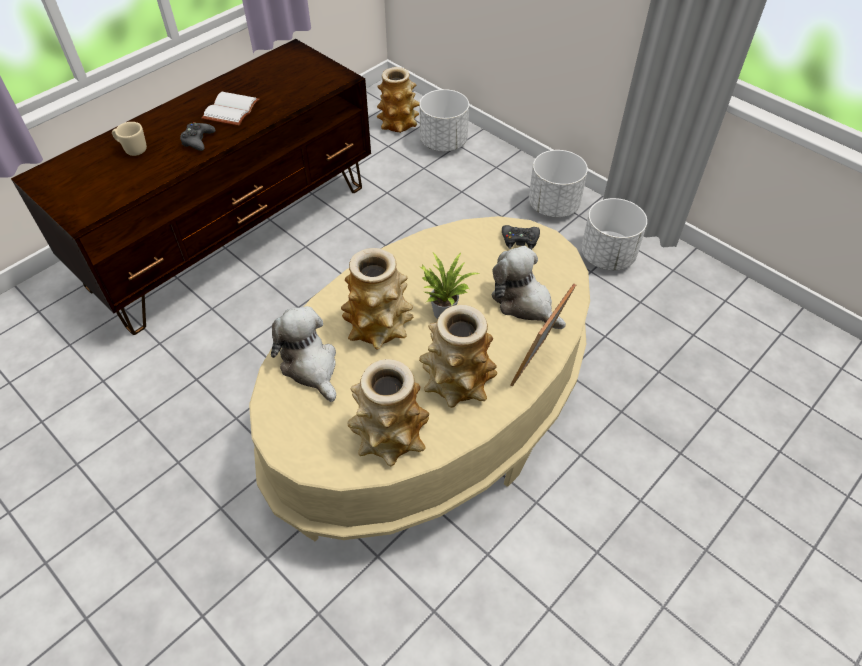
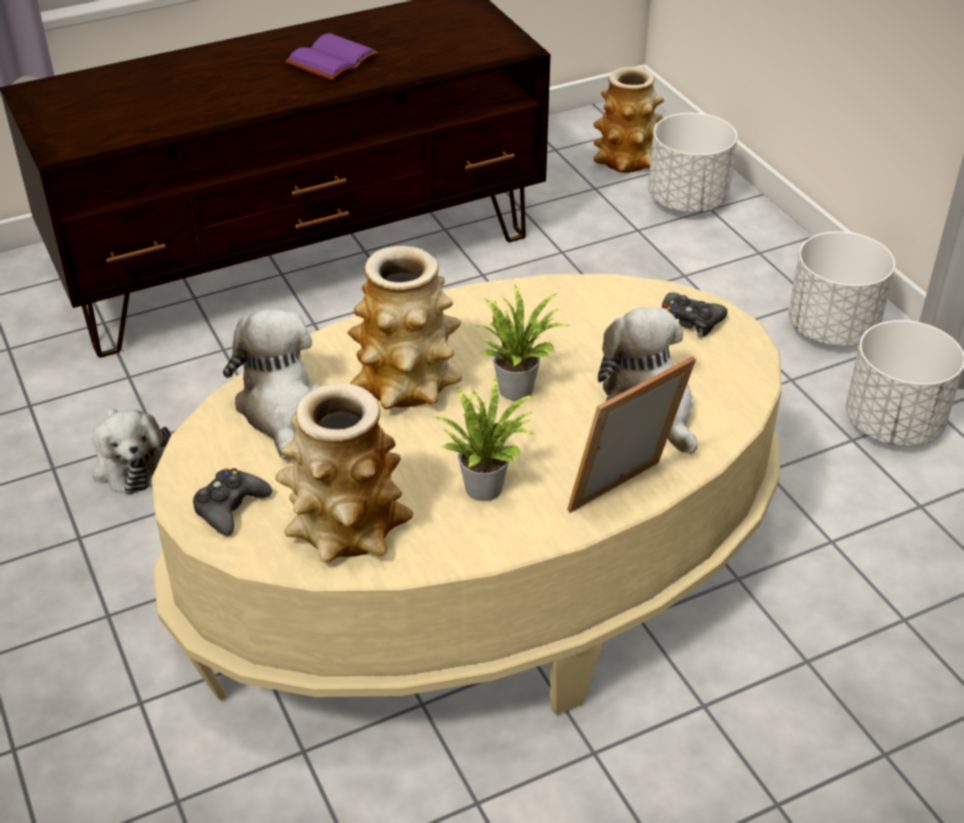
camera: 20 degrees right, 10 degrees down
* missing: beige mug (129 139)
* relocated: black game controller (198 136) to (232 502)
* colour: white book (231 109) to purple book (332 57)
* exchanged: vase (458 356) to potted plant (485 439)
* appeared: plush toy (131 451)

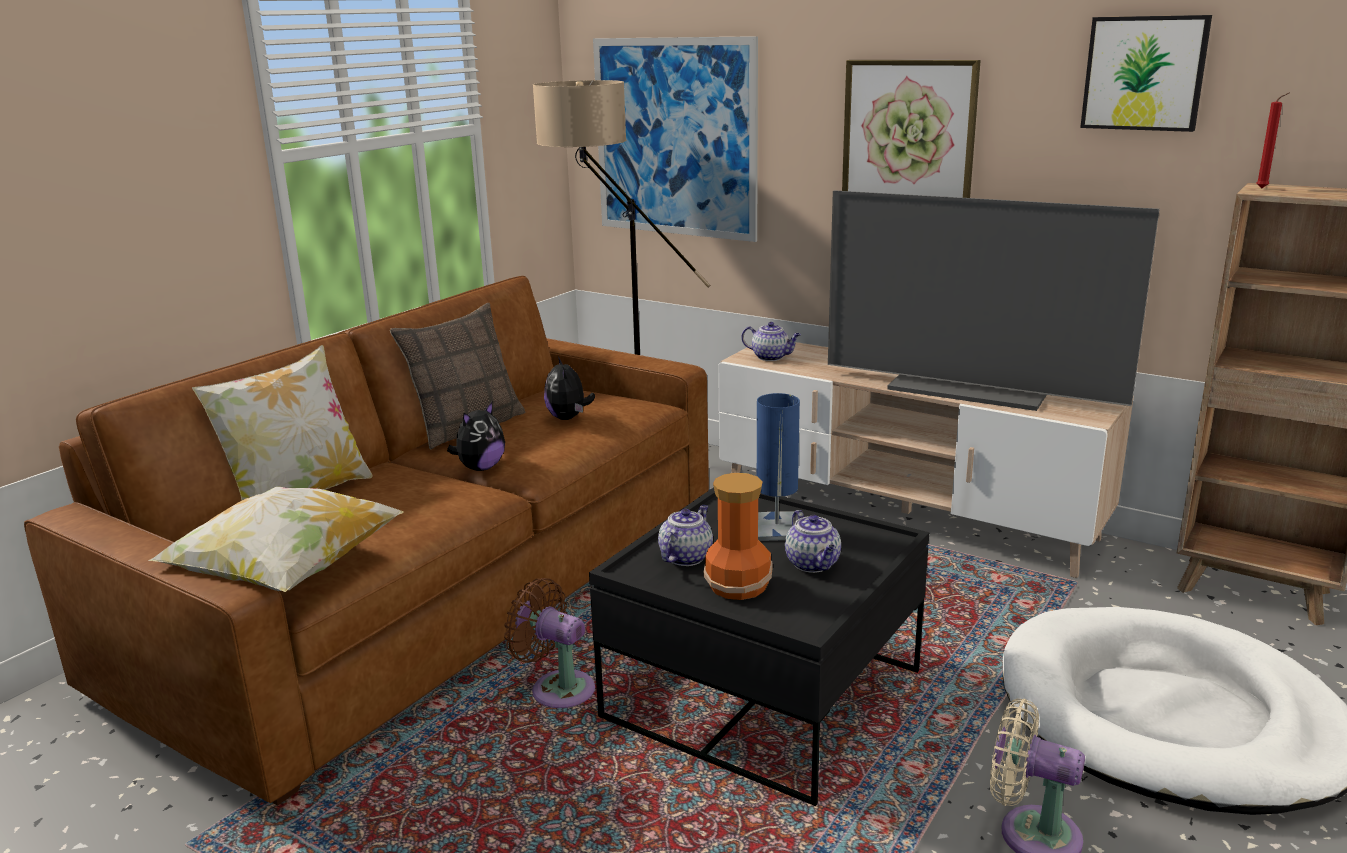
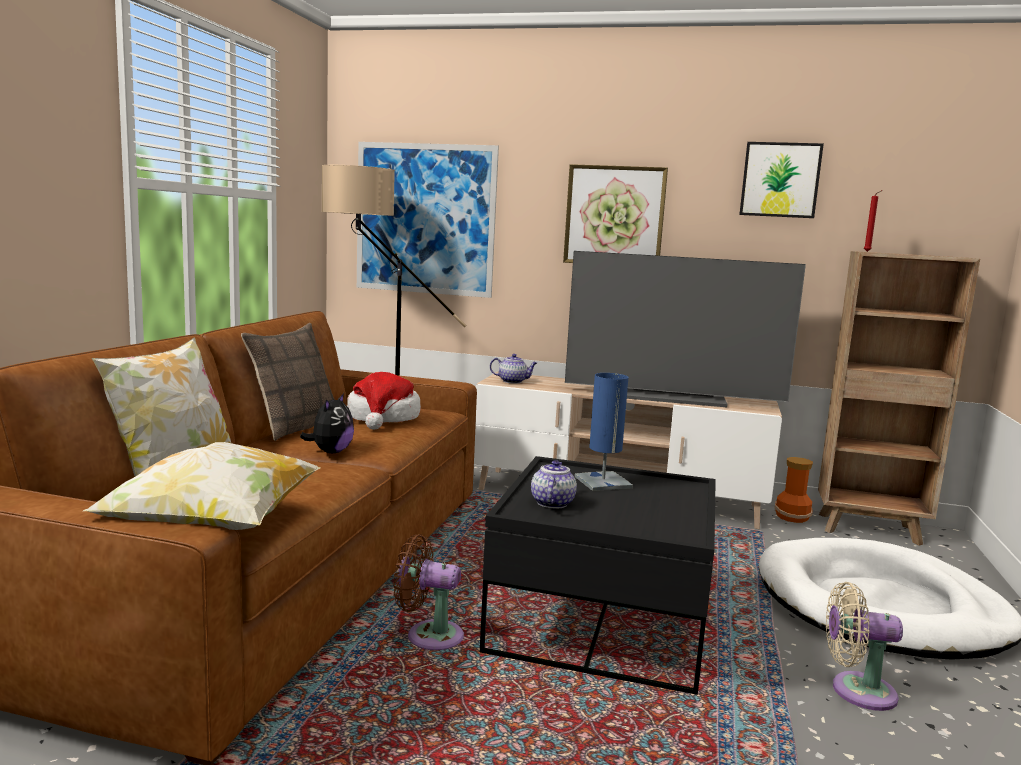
camera: 20 degrees left, 10 degrees down
* exchanged: plush toy (569 388) to hat (384 401)
* relocated: vase (738 536) to (794 490)
* missing: teapot (813 541)

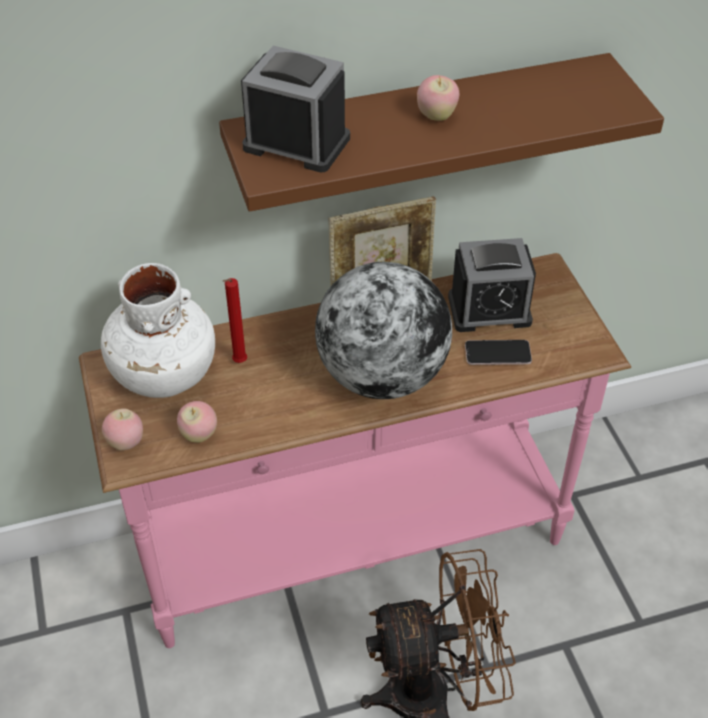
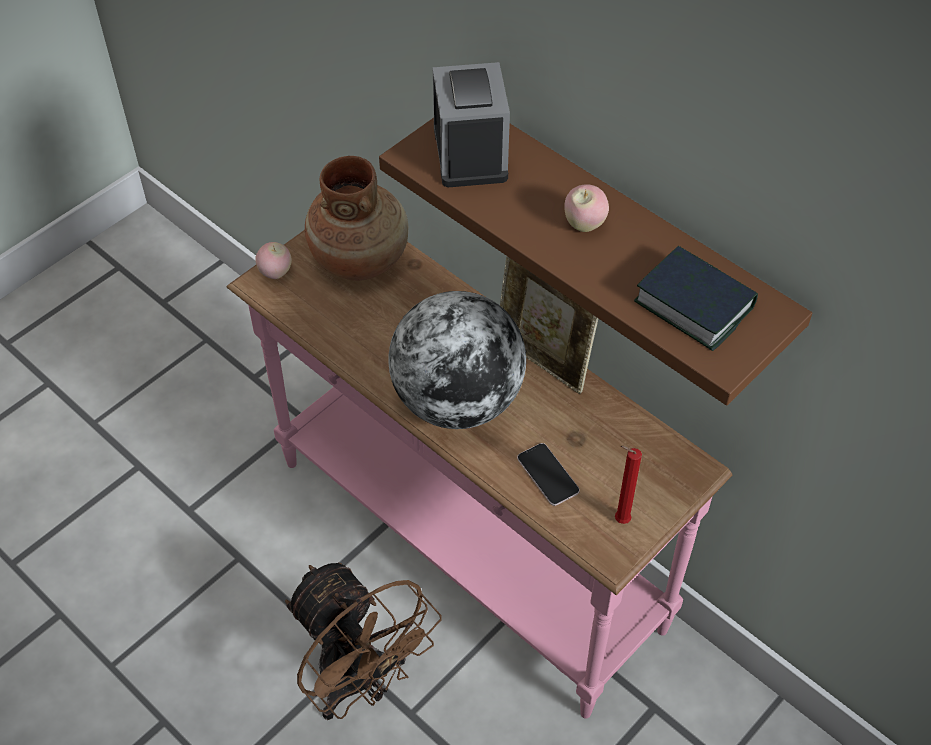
camera: 60 degrees right, 5 degrees up
* colour: white vase (158 330) to brown vase (356 218)
* missing: apple (197 422)
* relocated: red candle (235 320) to (628 485)
* missing: alarm clock (492 285)
* appeared: book (696 298)

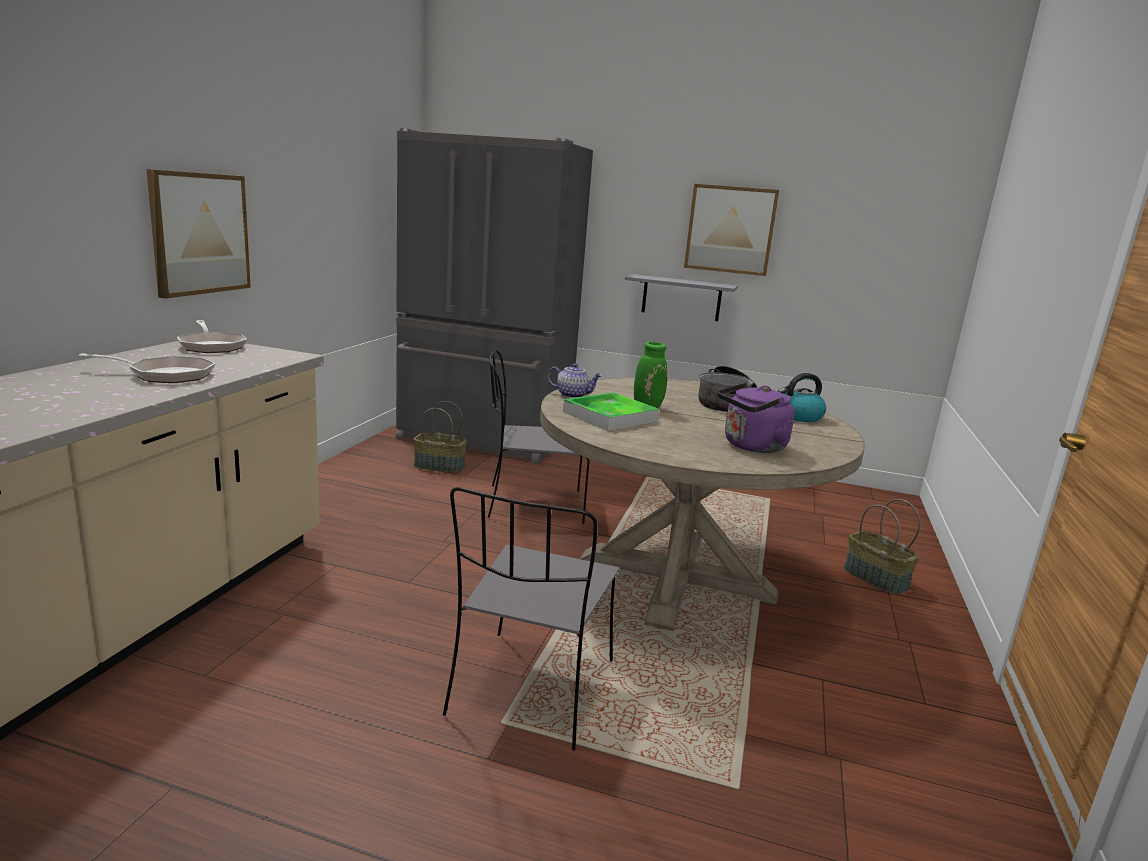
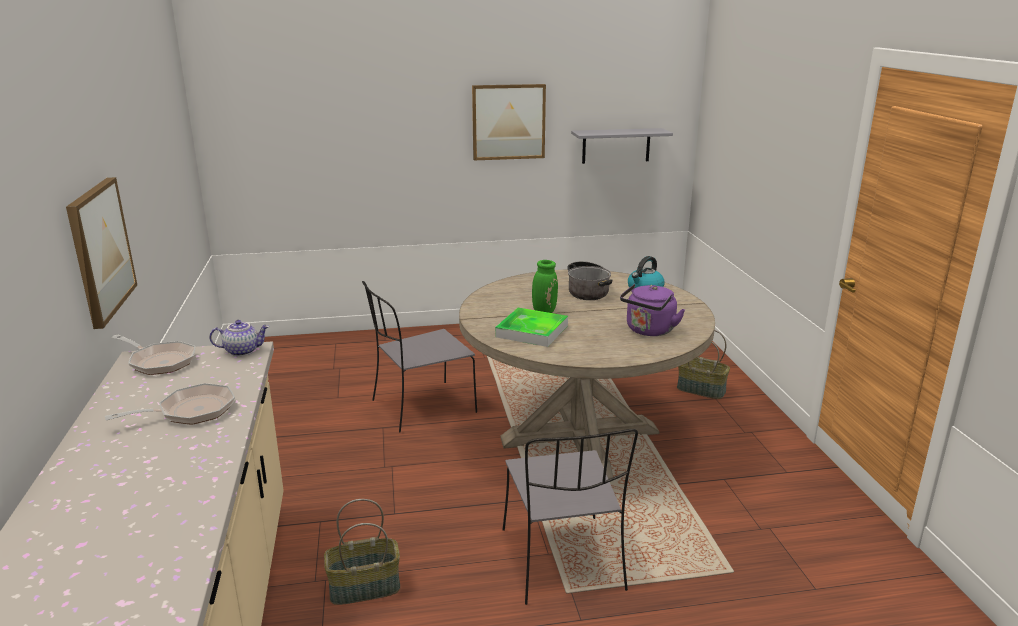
camera: 25 degrees left, 5 degrees up
* missing: grey fridge (494 296)
* relocated: basket (440 437) to (362 552)
* relocated: teapot (574 380) to (239 338)
* relocated: grey shelf (681 297) to (622 146)

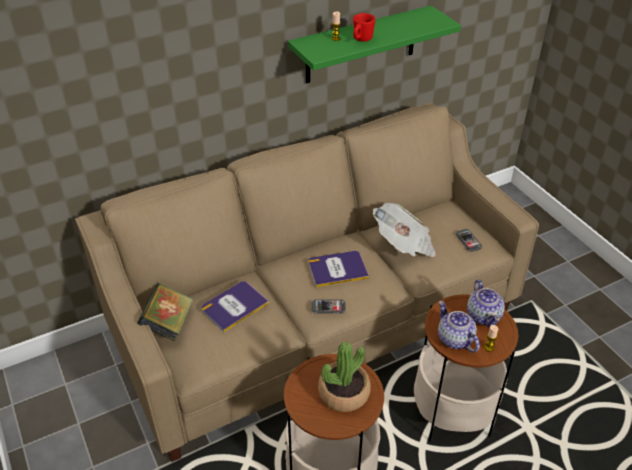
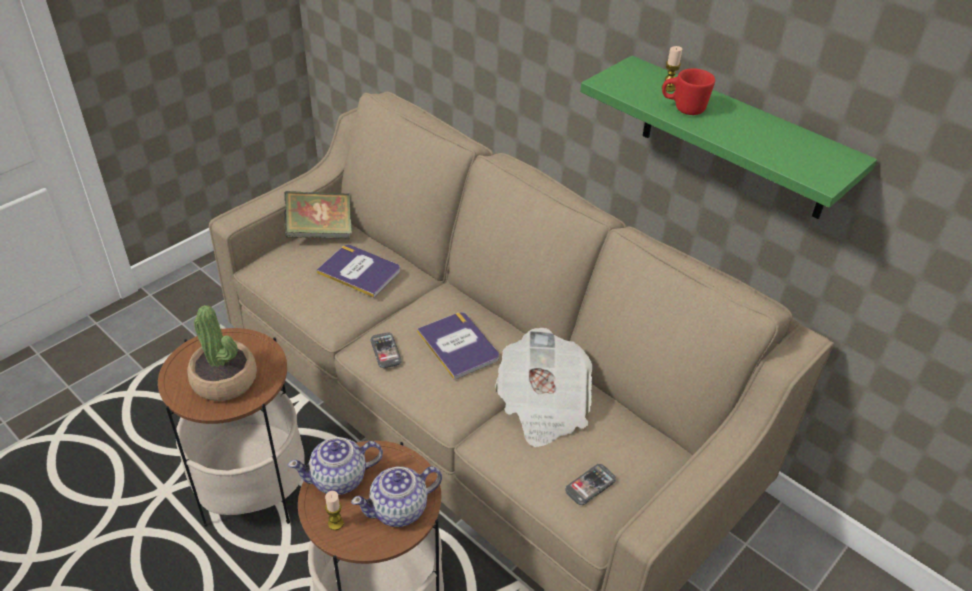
camera: 70 degrees right, 0 degrees up
* spun: teapot (459 326) = (335 466) 150 degrees counterclockwise

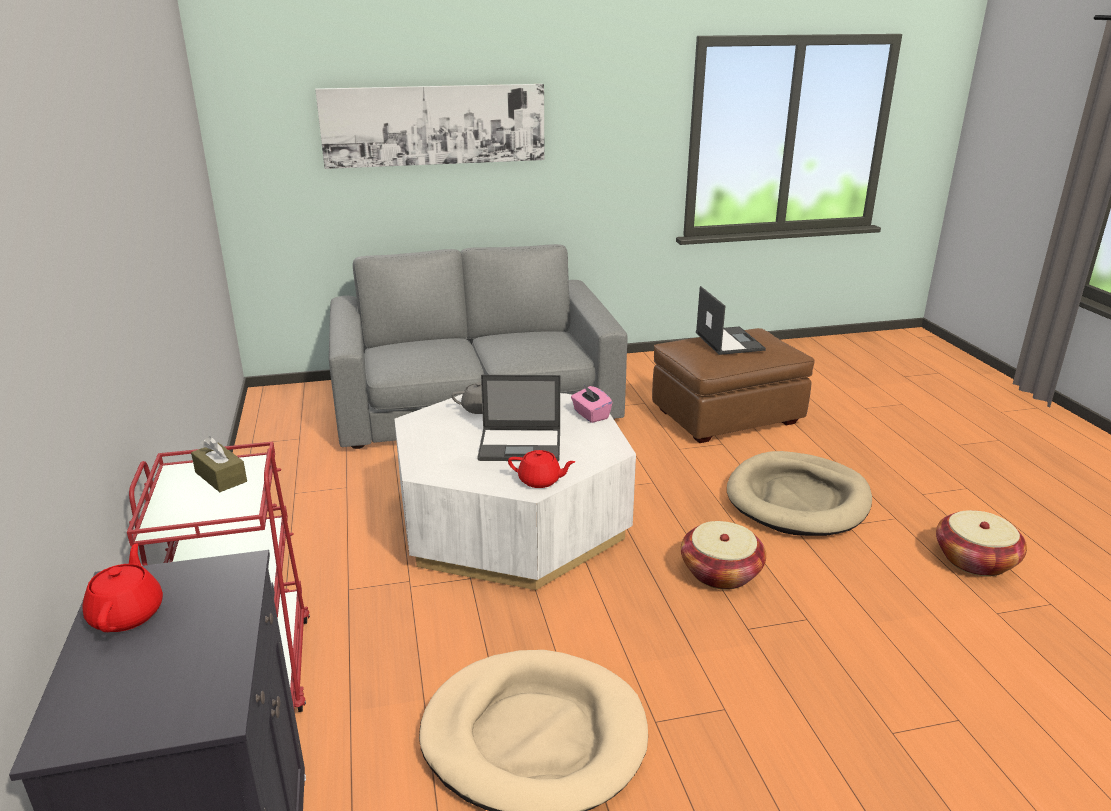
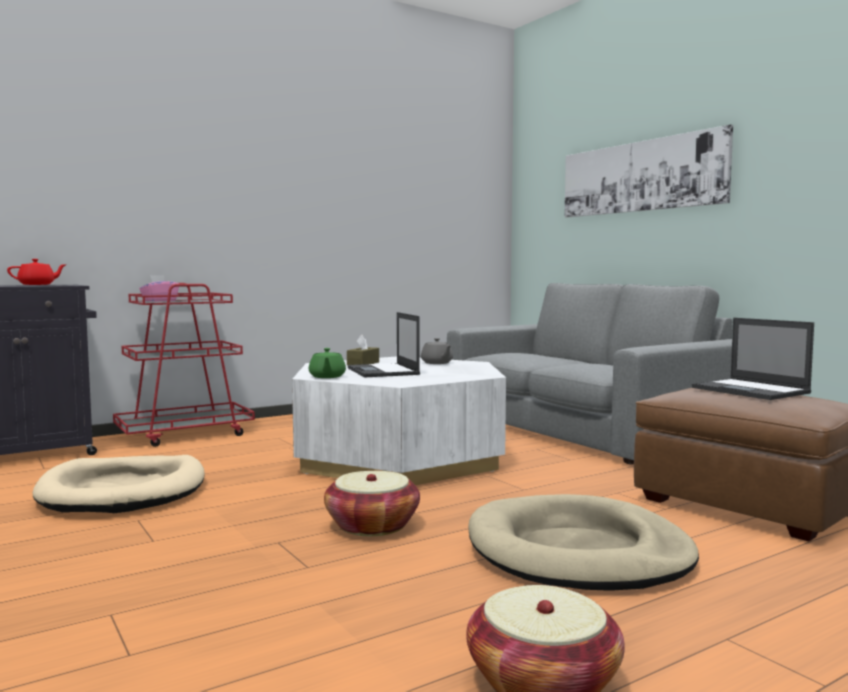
camera: 70 degrees right, 20 degrees down
* relocated: brown tissue box (219 464) to (363 350)
* colour: red teapot (541 469) to green teapot (327 363)
* relocated: pink tissue box (592 404) to (159 288)
* spun: laptop (731 320) = (753 359) 90 degrees clockwise

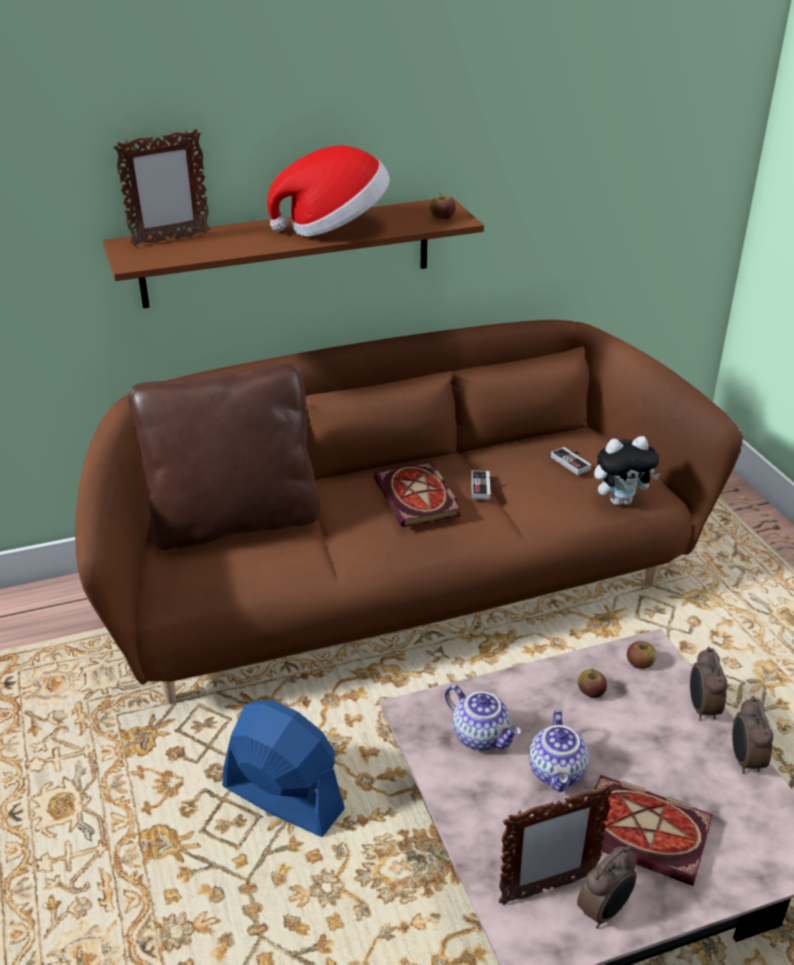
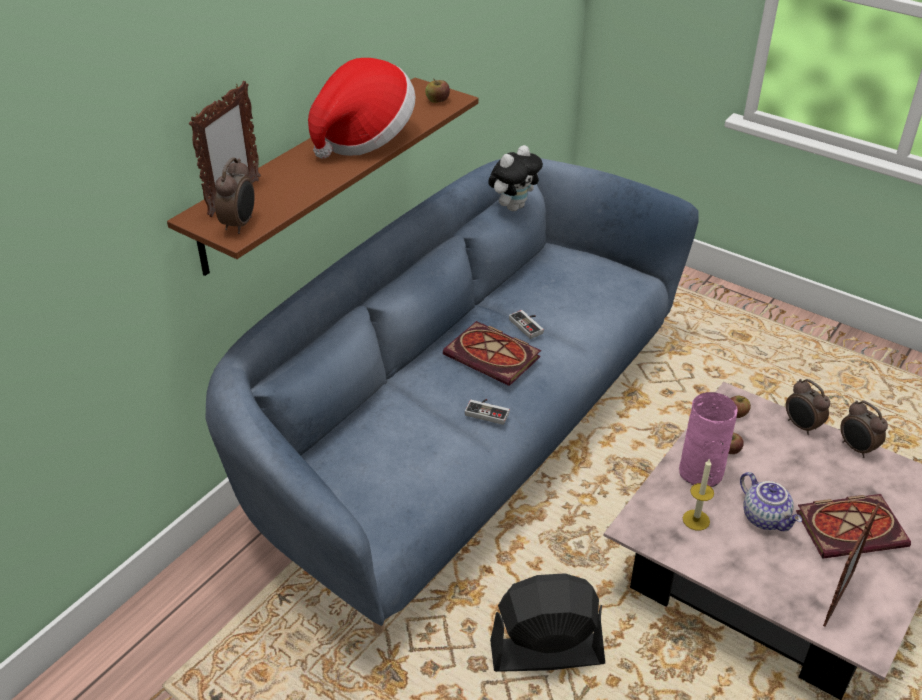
camera: 35 degrees left, 5 degrees up
* colour: brown sofa (409 512) to blue sofa (451 395)
* missing: brown pillow (224 457)
* colour: blue fan (283 768) to black fan (547 622)
* exchanged: teapot (483 718) to candle (698 494)
* relocated: game controller (571 461) to (487 412)
* relocated: alarm clock (607 887) to (235 195)
* relocated: plush toy (627 470) to (515 178)
* appeared: pink vase (708 439)

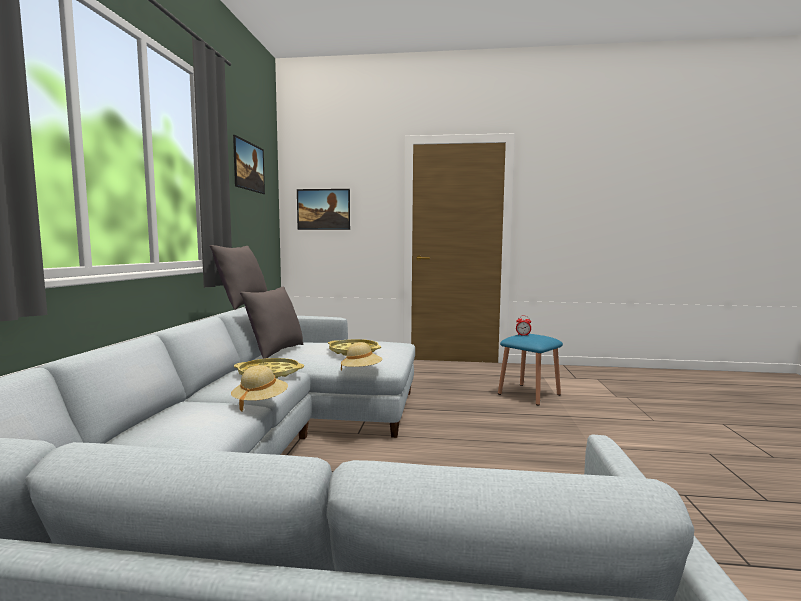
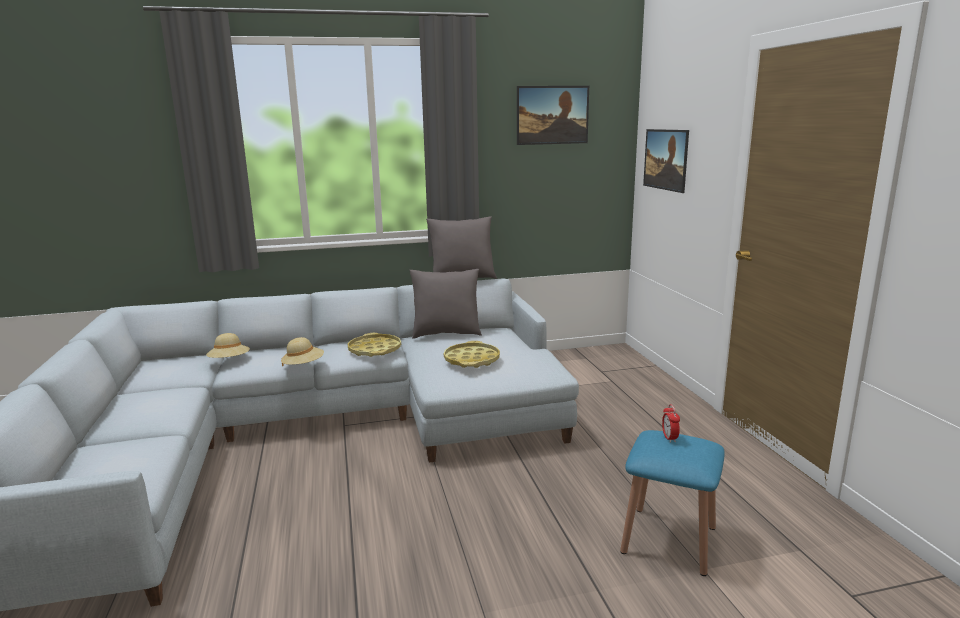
camera: 70 degrees right, 10 degrees up
* relocated: beige hat (361 356) to (228 345)

